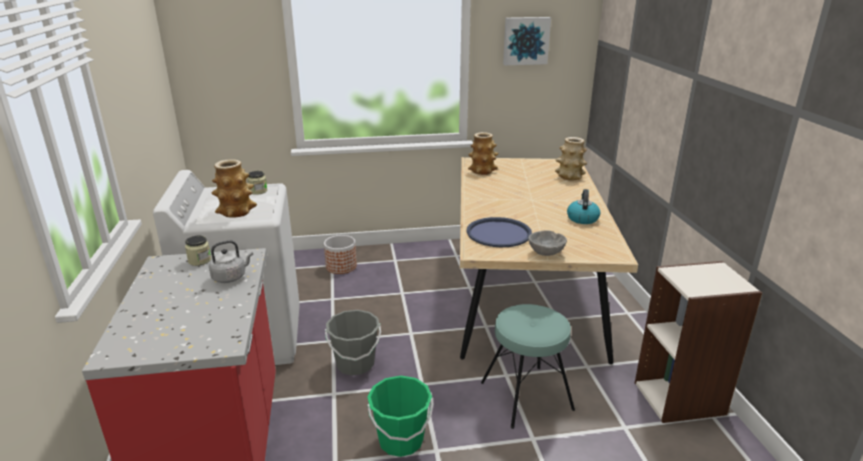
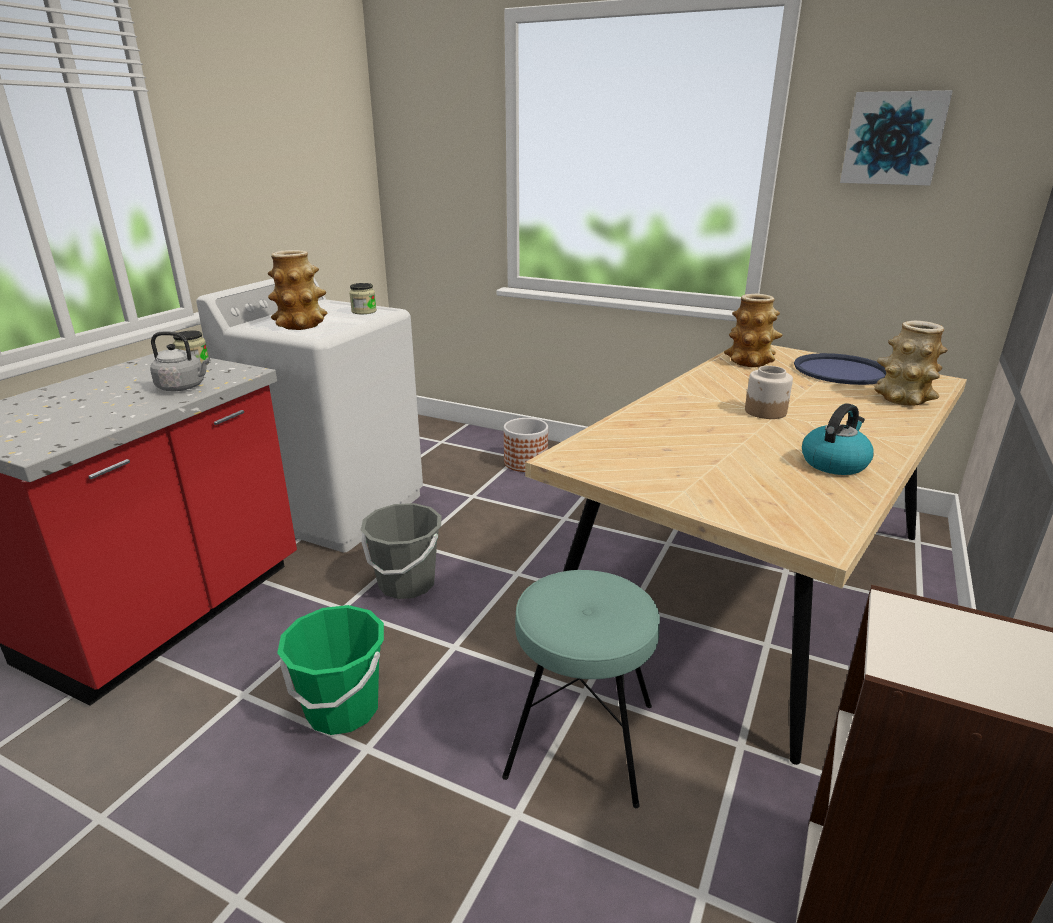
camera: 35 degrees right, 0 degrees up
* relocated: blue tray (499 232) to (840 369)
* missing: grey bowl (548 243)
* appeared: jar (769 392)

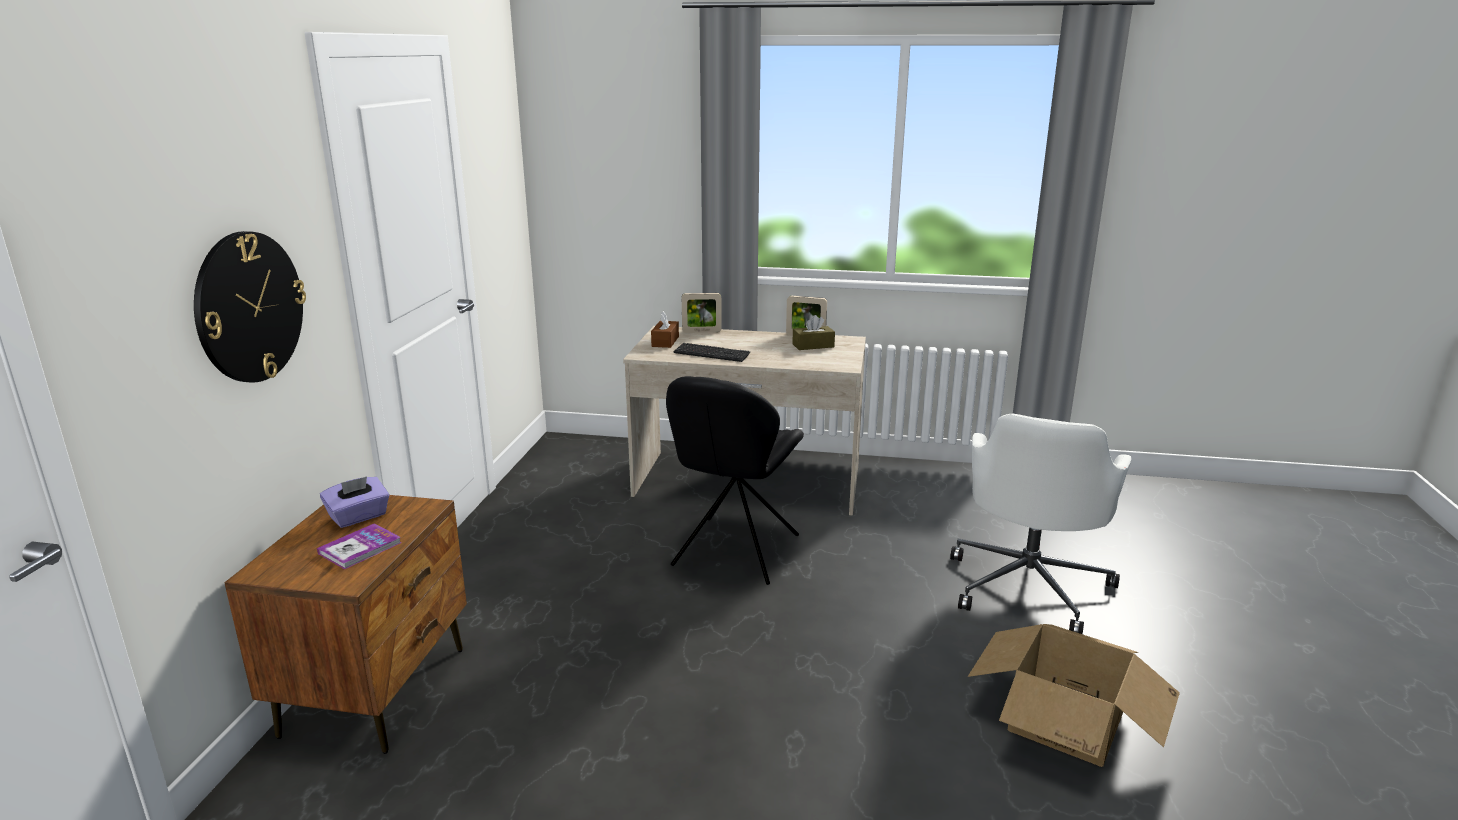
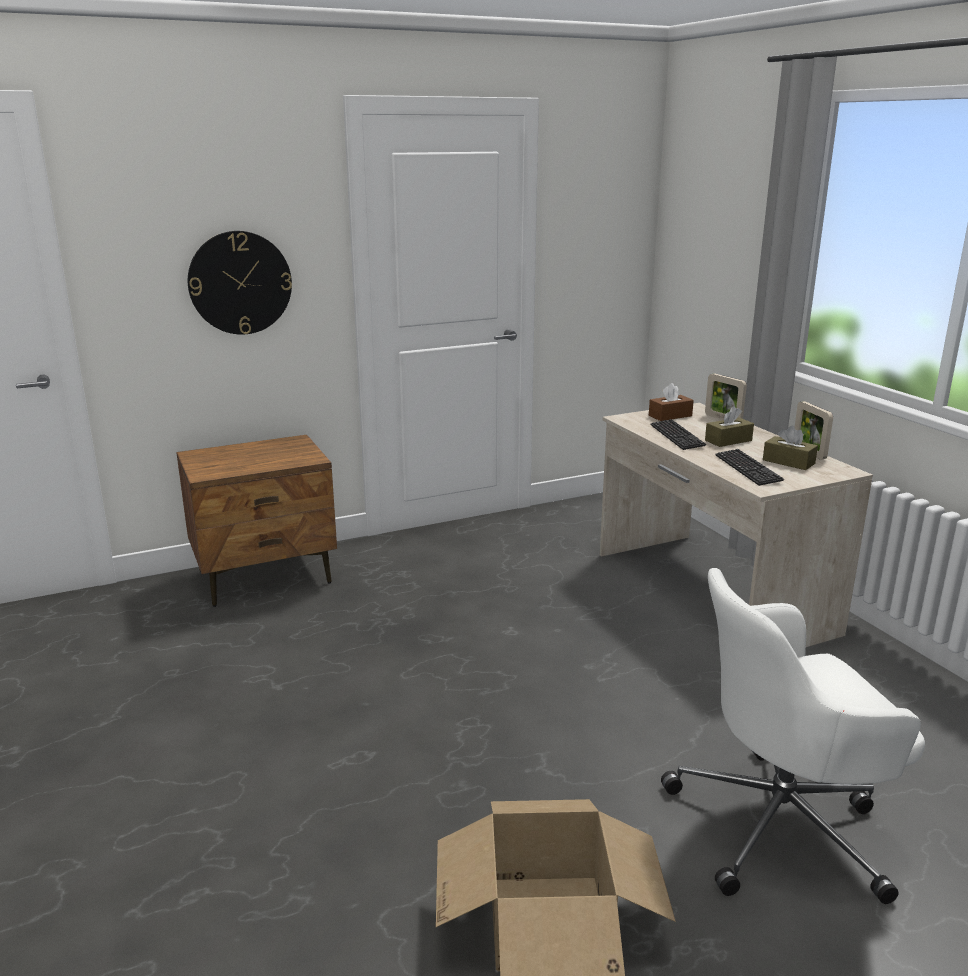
camera: 55 degrees right, 0 degrees up
* missing: book (359 546)
* missing: purple tissue box (354 502)
* missing: black chair (735 480)
* appeared: brown tissue box (729 426)
* appeared: keyboard (749 467)

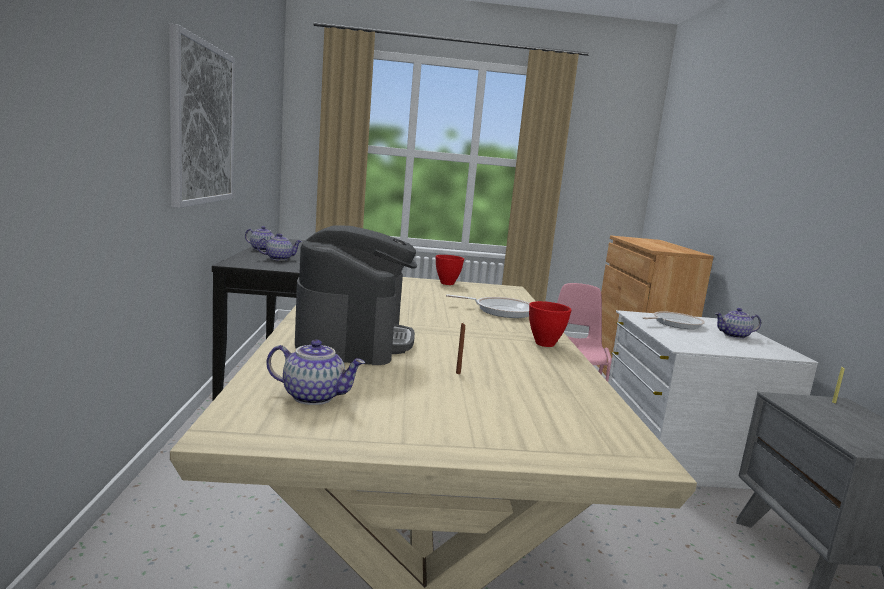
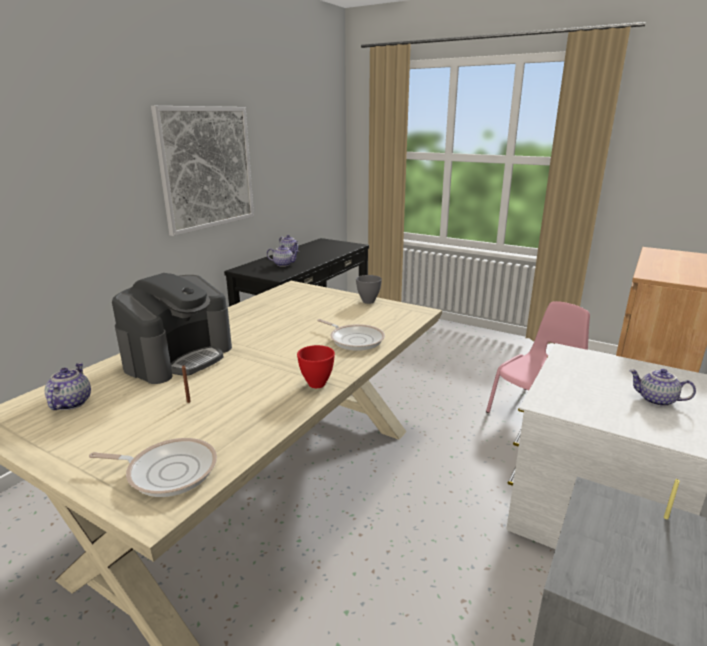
camera: 35 degrees right, 10 degrees up
* spun: teapot (315 372) = (68 386) 135 degrees counterclockwise
* colour: red bowl (450 270) to grey bowl (369 289)
* relocated: frying pan (673 320) to (153 467)

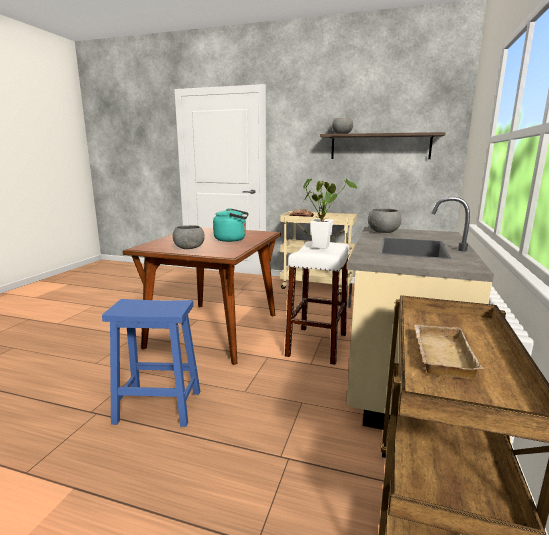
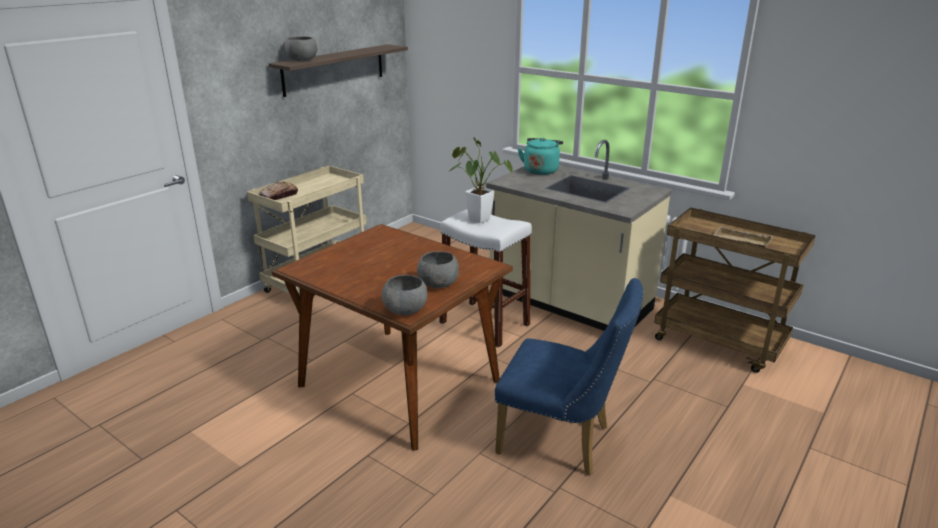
camera: 70 degrees left, 10 degrees up
* exchanged: blue stool (151 363) to blue chair (569 376)
* relocated: turquoise kettle (231 225) to (540 156)
* relocated: grey bowl (385 220) to (404 295)

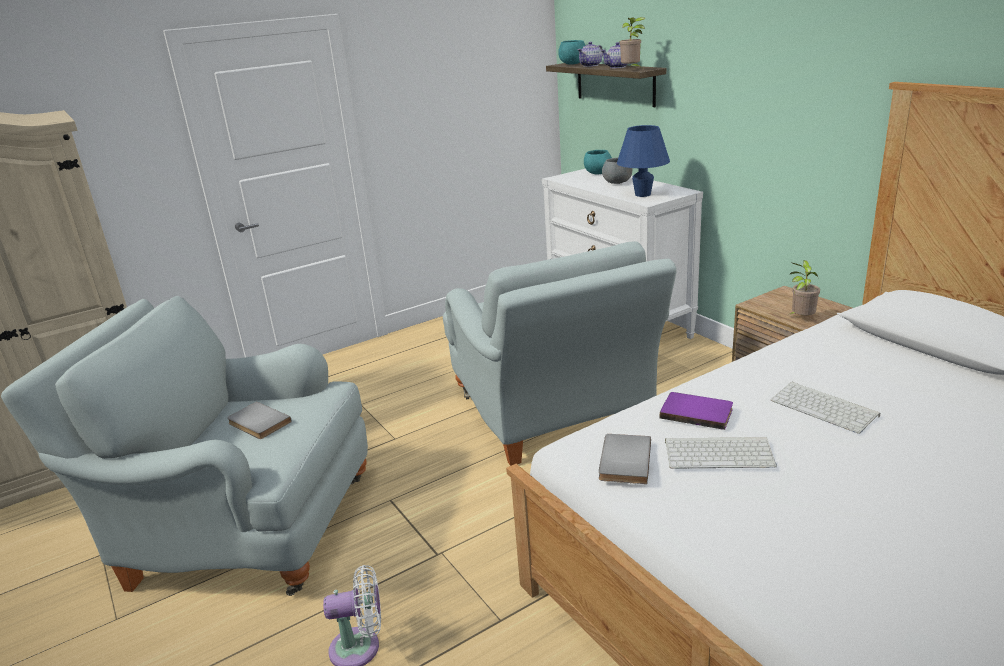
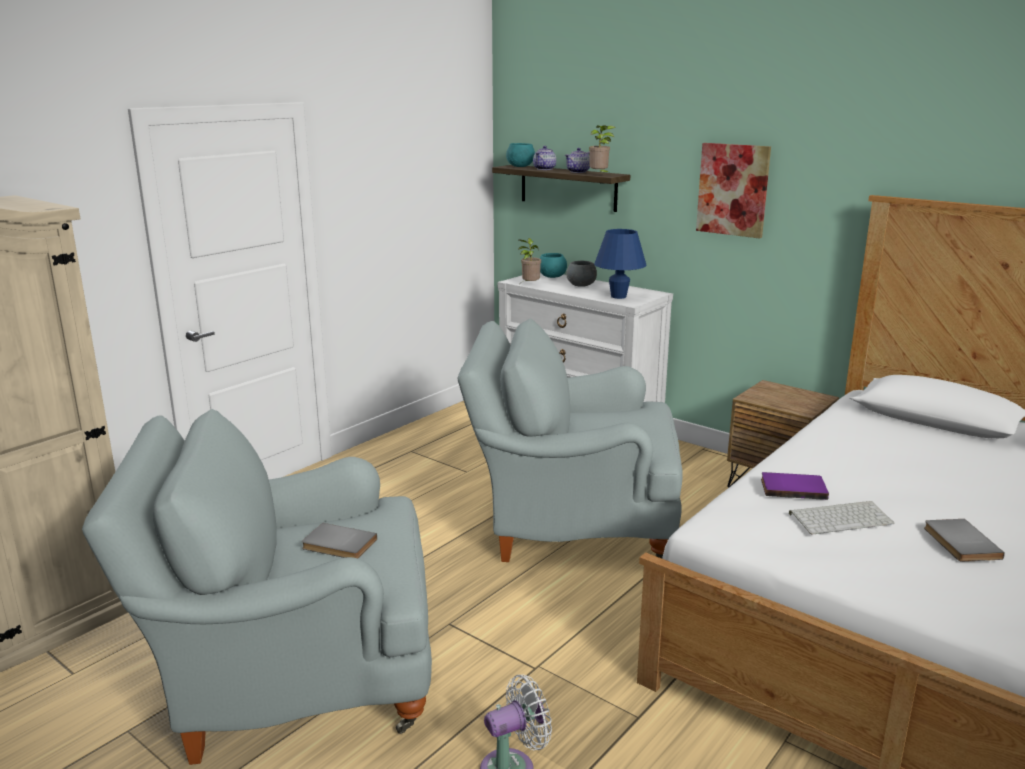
camera: 20 degrees left, 5 degrees down
* spun: grey armchair (560 353) = (569 440) 135 degrees clockwise
* relocated: grey book (625 459) to (964 540)
* missing: keyboard (825 408)
* relocated: potted plant (804 287) to (529 260)
* appeared: picture (733 191)

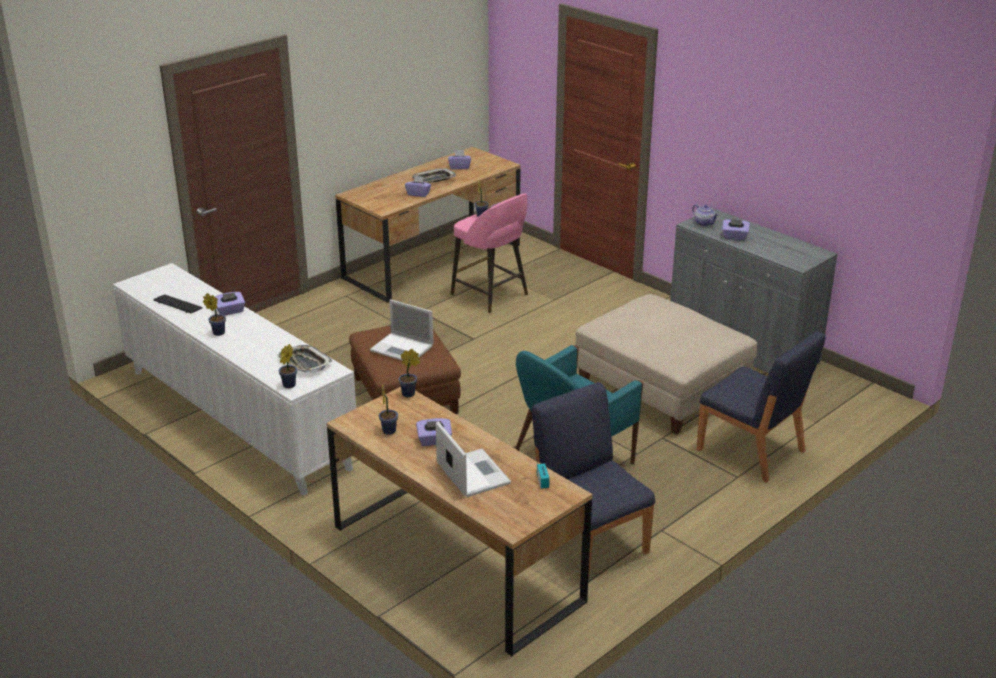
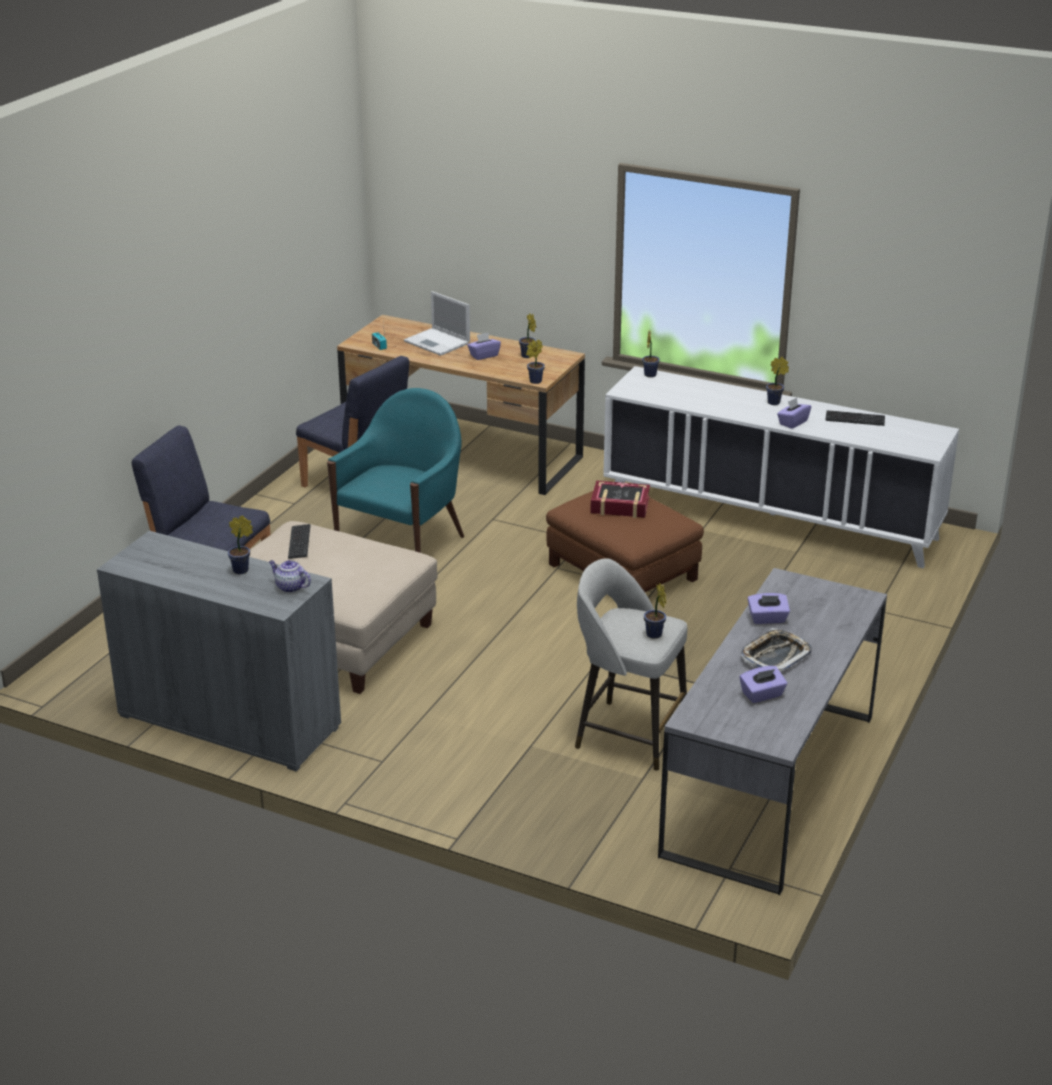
camera: 160 degrees right, 0 degrees up
* missing: tray (304 359)
* colour: brown desk (428 225) to grey desk (772 731)
* exchanged: laptop (401 330) to book (620 499)
* colour: pink stool (489 253) to grey stool (631 664)
* exchanged: purple tissue box (736 229) to potted plant (240 544)
* appeared: keyboard (299 541)

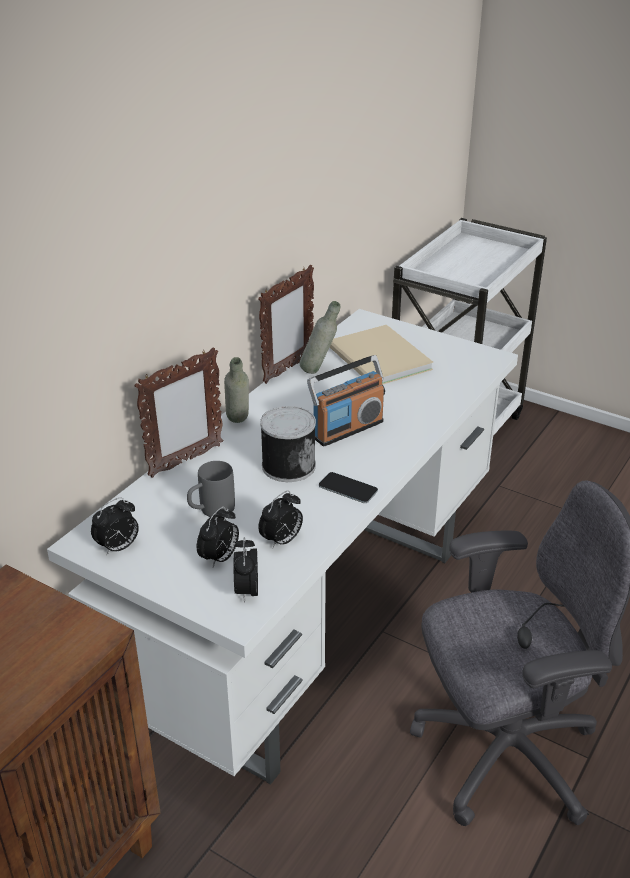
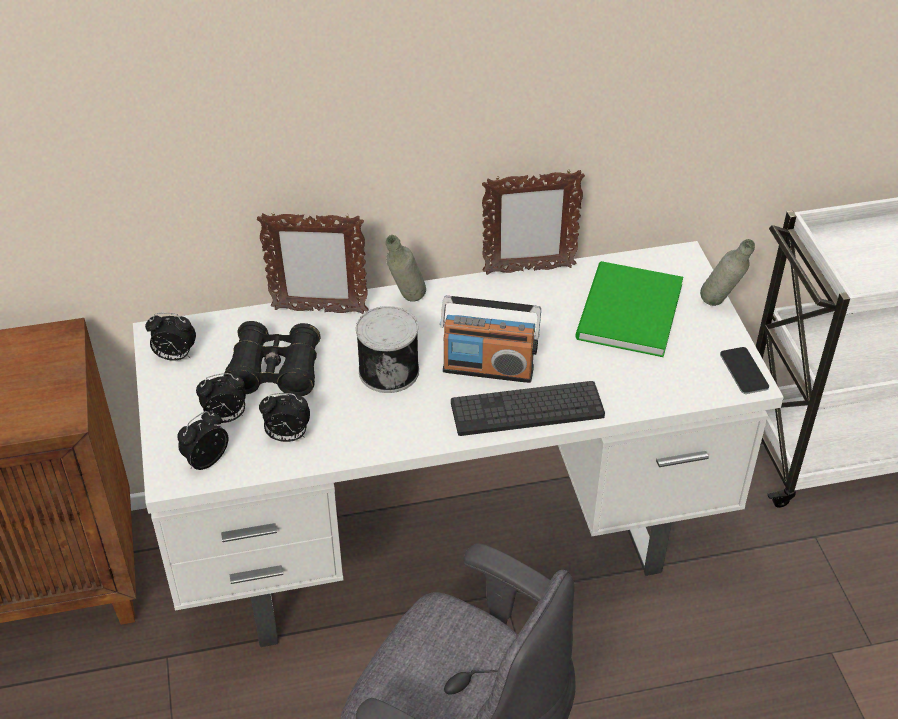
camera: 45 degrees right, 10 degrees up
* exchanged: grey mug (211 489) to black binoculars (271 358)
* relocated: grey bottle (320 337) to (727 272)
* relocated: phone (348 487) to (744 370)
* colour: beige book (381 355) to green book (629 309)
* appeared: keyboard (528 408)

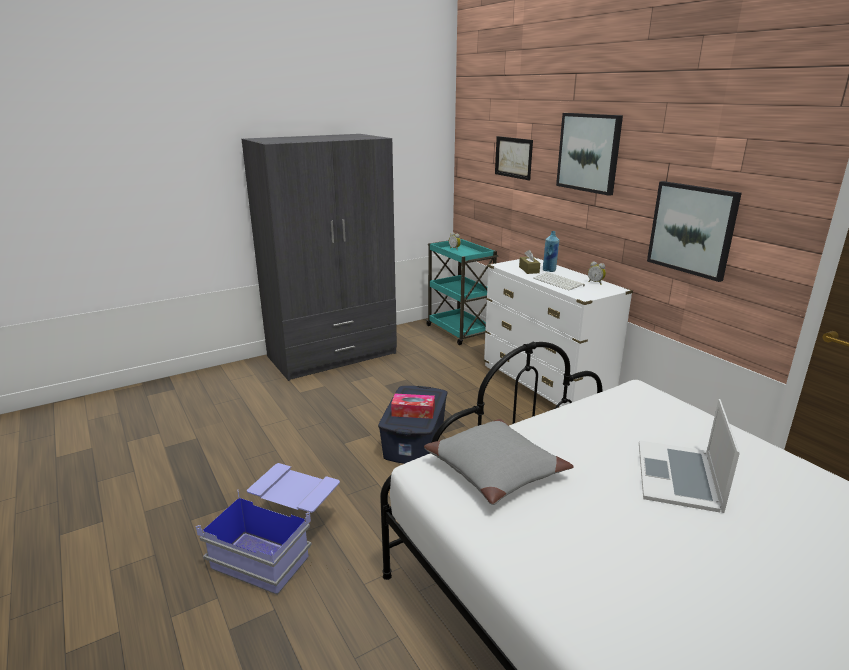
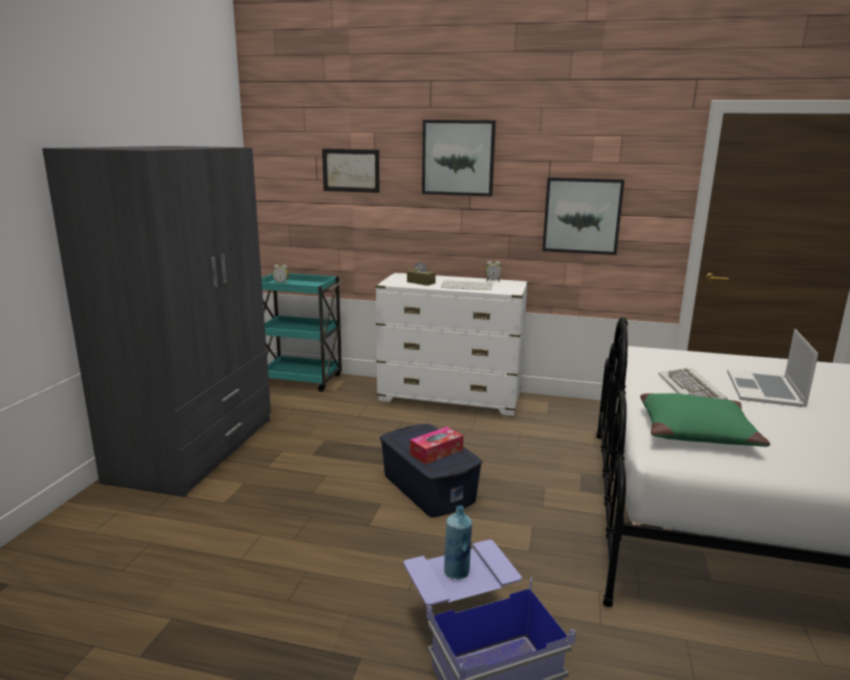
camera: 45 degrees left, 5 degrees down
* colour: grey pillow (498 462) to green pillow (705 420)
* relocated: blue bottle (551 251) to (458 542)
* spun: laptop (689 456) = (772 368) 45 degrees clockwise
* appeared: keyboard (693 384)

